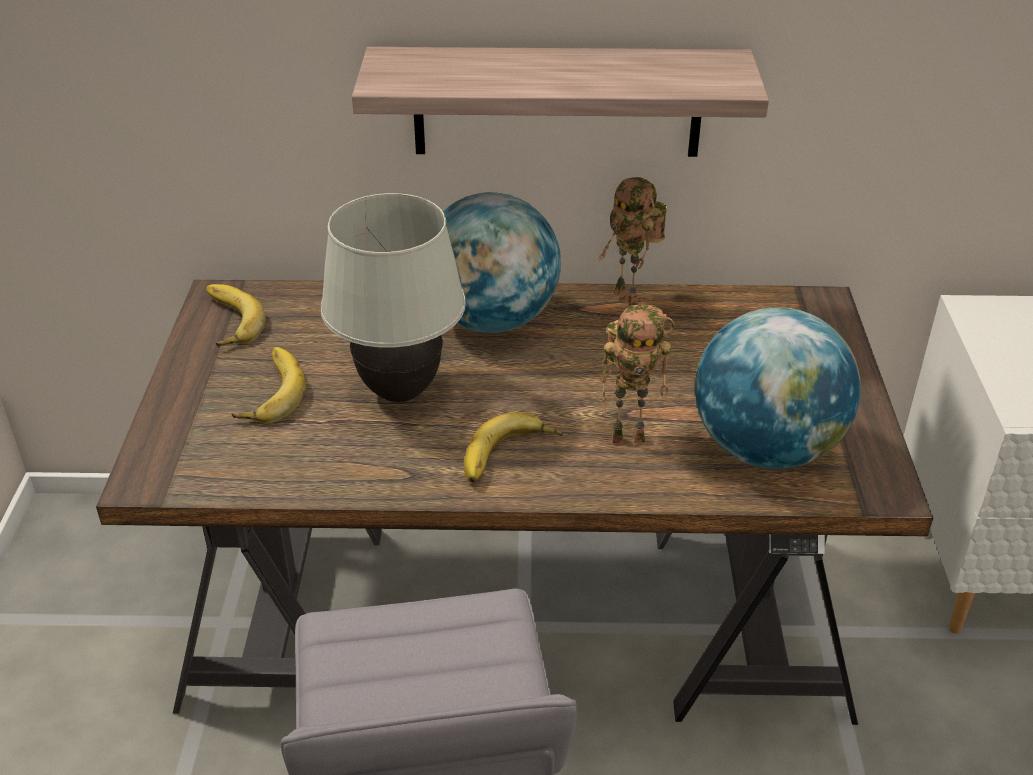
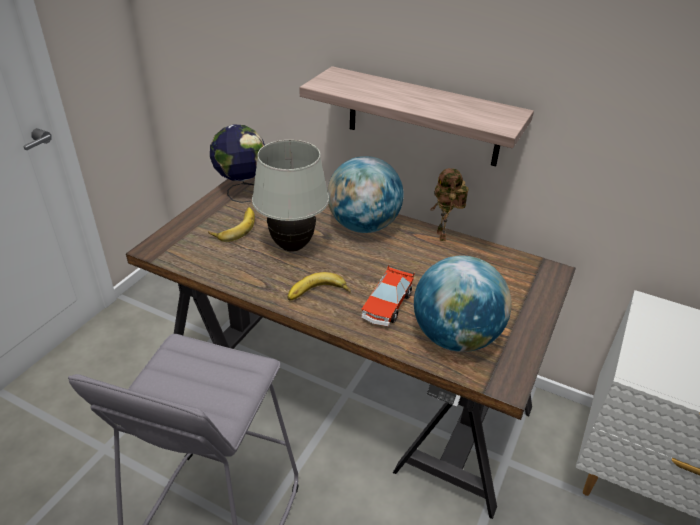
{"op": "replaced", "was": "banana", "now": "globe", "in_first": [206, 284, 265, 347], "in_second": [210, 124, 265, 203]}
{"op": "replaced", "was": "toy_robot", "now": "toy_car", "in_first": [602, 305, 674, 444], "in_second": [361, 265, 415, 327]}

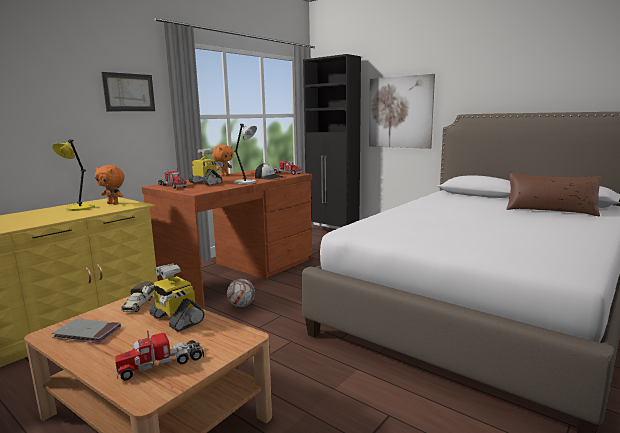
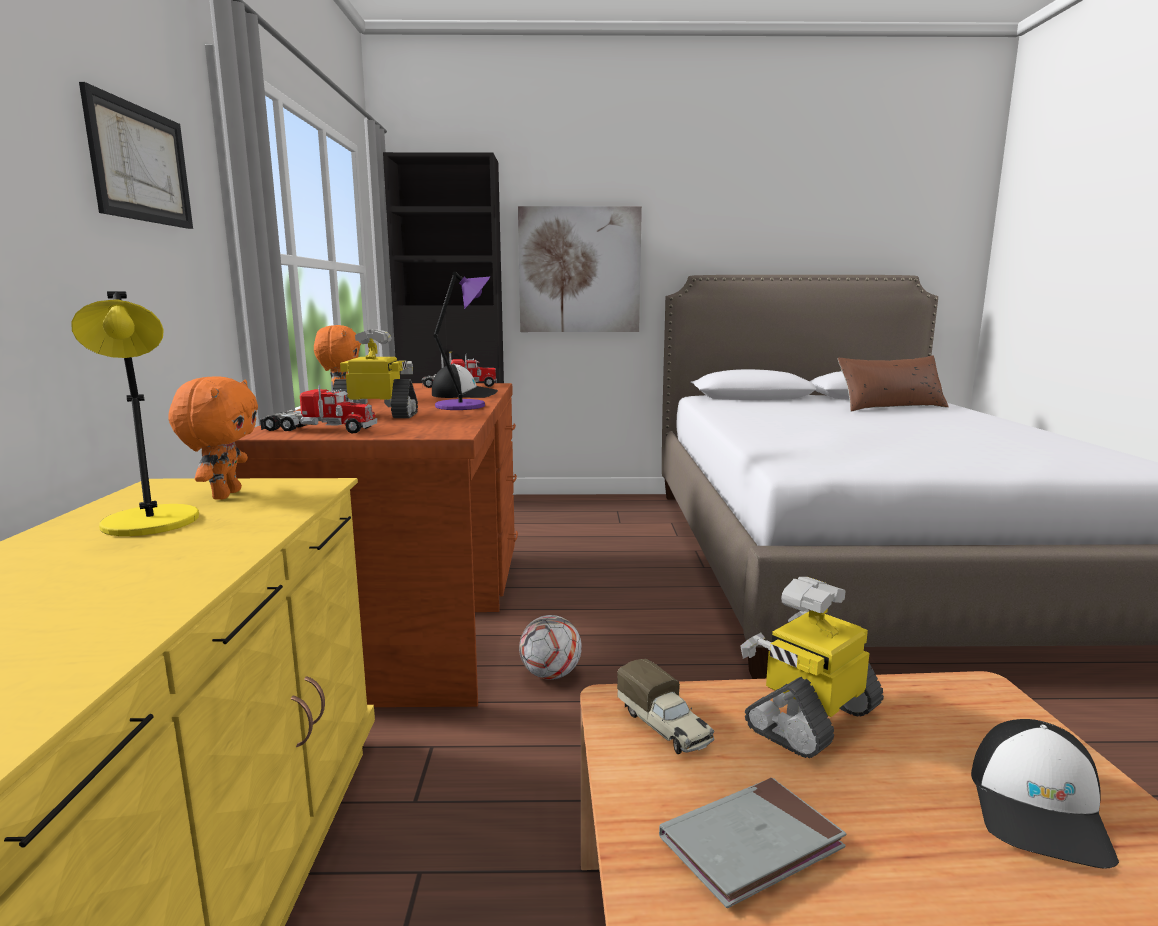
{"op": "replaced", "was": "toy_truck", "now": "cap", "in_first": [115, 330, 204, 380], "in_second": [971, 719, 1119, 868]}
{"op": "recoloured", "was": "grey_table_lamp", "now": "purple_table_lamp", "in_first": [234, 124, 257, 184], "in_second": [434, 272, 490, 410]}
{"op": "turned", "was": "orange_plush_toy", "in_first": [95, 165, 125, 205], "in_second": [168, 376, 258, 500], "clockwise": -75}
{"op": "turned", "was": "toy_robot", "in_first": [142, 263, 204, 331], "in_second": [740, 577, 884, 758], "clockwise": 135}

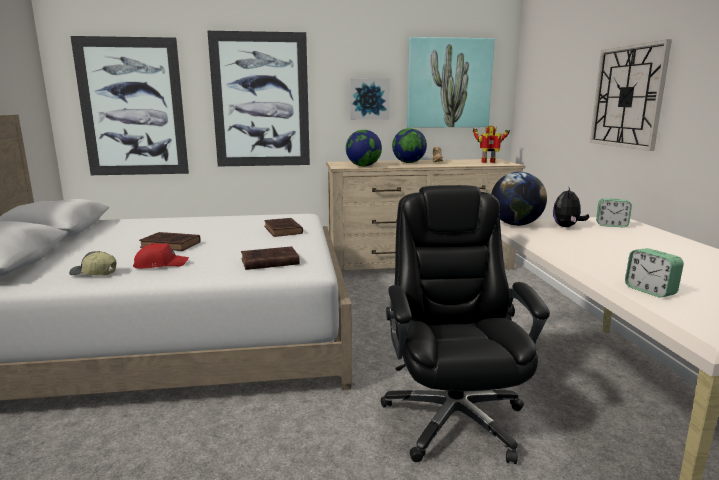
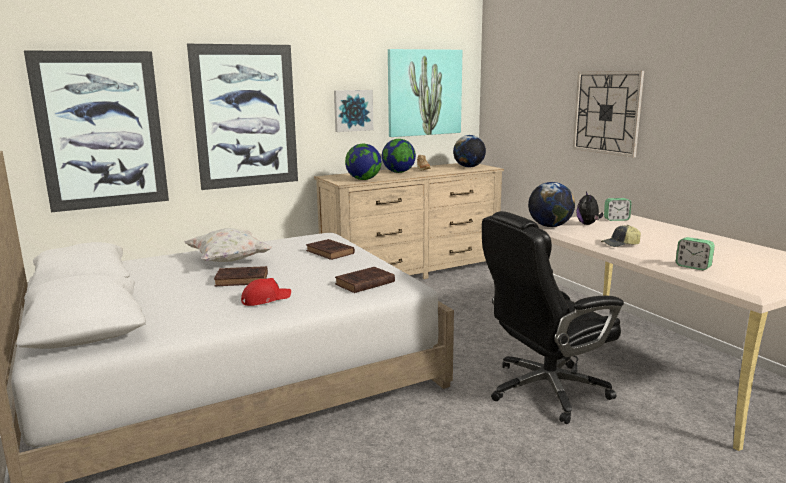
{"op": "added", "now": "white_pillow", "in_second": [184, 228, 272, 262]}
{"op": "moved", "was": "cap", "in_first": [69, 251, 117, 275], "in_second": [601, 225, 641, 247]}
{"op": "replaced", "was": "toy_robot", "now": "globe", "in_first": [473, 126, 510, 163], "in_second": [453, 135, 486, 168]}
{"op": "turned", "was": "black_office_chair", "in_first": [381, 185, 550, 464], "in_second": [482, 211, 624, 424], "clockwise": -90}

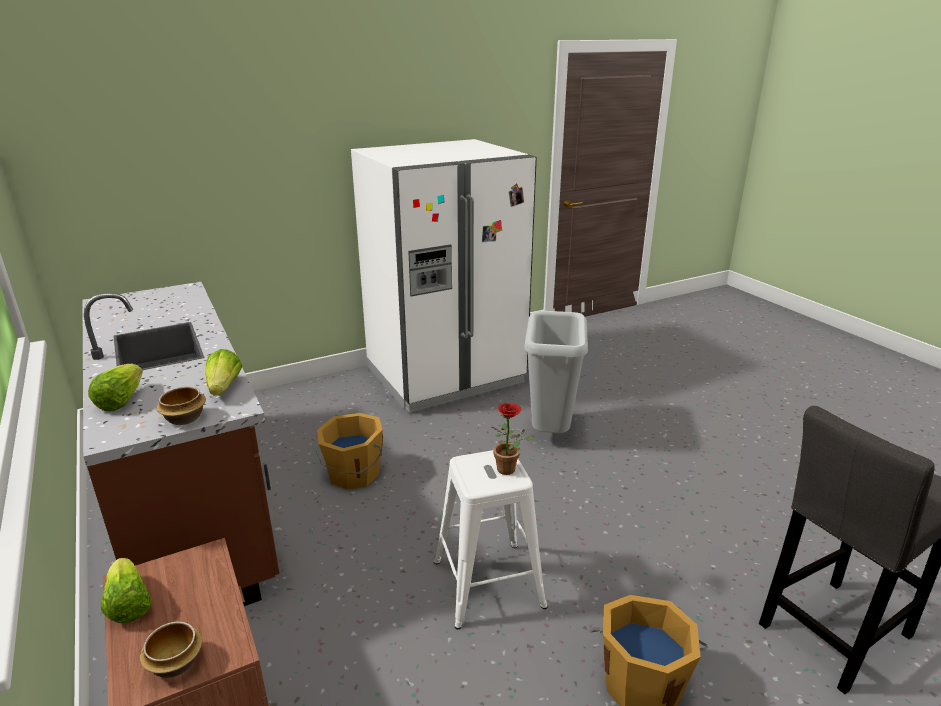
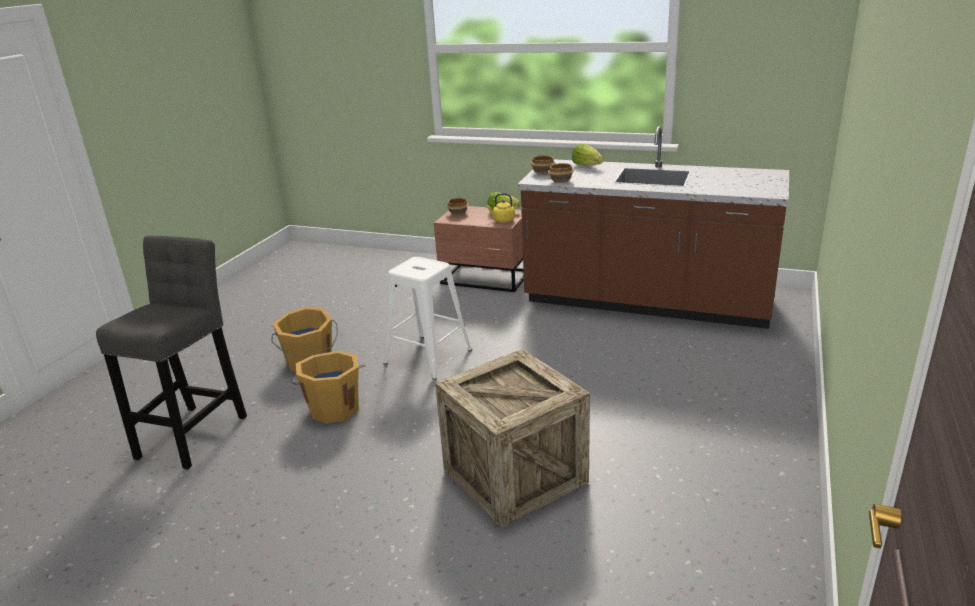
{"op": "removed", "was": "white_fridge", "in_first": [351, 139, 537, 413]}
{"op": "removed", "was": "potted_plant", "in_first": [492, 403, 535, 475]}
{"op": "added", "now": "yellow_kettle", "in_second": [487, 194, 515, 222]}
{"op": "moved", "was": "orange_bucket", "in_first": [315, 413, 383, 490], "in_second": [291, 350, 366, 424]}
{"op": "replaced", "was": "lettuce", "now": "bowl", "in_first": [206, 349, 242, 396], "in_second": [548, 163, 574, 183]}
{"op": "replaced", "was": "grey_trash_can", "now": "crate", "in_first": [524, 311, 588, 433], "in_second": [435, 349, 590, 528]}

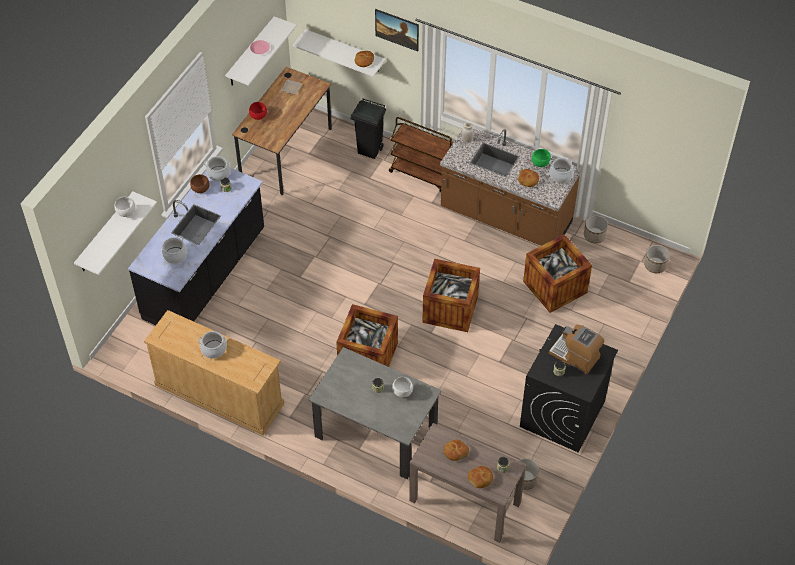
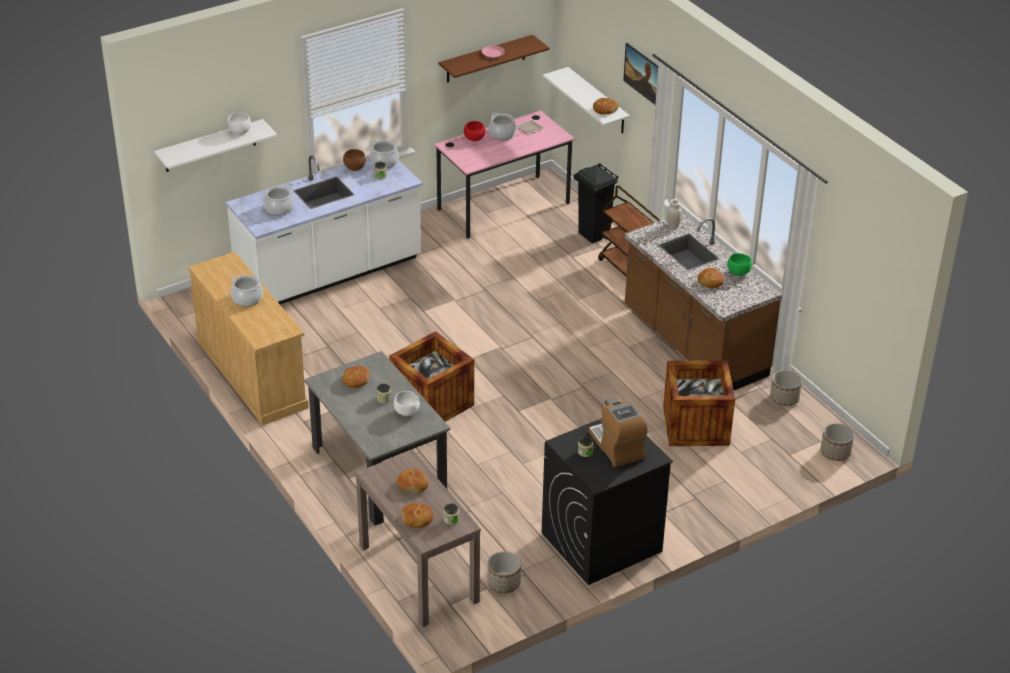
{"op": "removed", "was": "crate", "in_first": [422, 259, 480, 332]}
{"op": "added", "now": "bread", "in_second": [342, 366, 370, 388]}
{"op": "moved", "was": "cooking_pot", "in_first": [549, 158, 576, 183], "in_second": [489, 112, 516, 140]}
{"op": "recoloured", "was": "black_counter", "now": "white_counter", "in_first": [128, 168, 264, 325], "in_second": [226, 155, 423, 304]}
{"op": "recoloured", "was": "white_shelf", "now": "brown_shelf", "in_first": [225, 16, 297, 86], "in_second": [439, 35, 549, 83]}
{"op": "recoloured", "was": "brown_desk", "now": "pink_desk", "in_first": [232, 67, 332, 195], "in_second": [434, 110, 575, 239]}

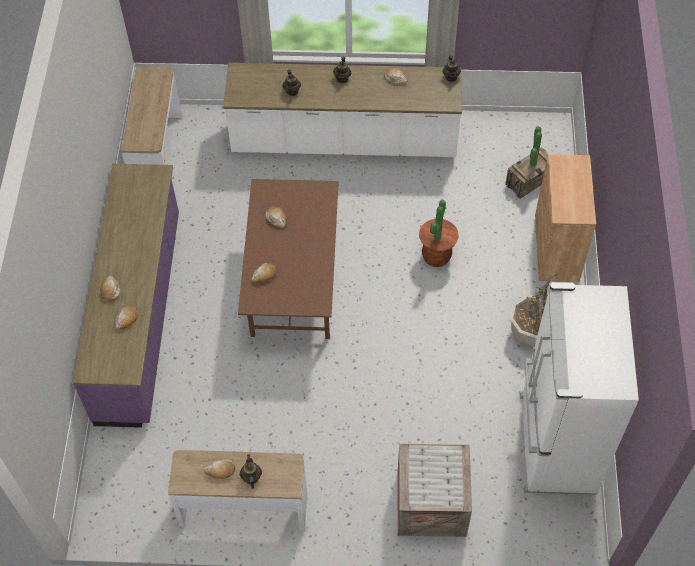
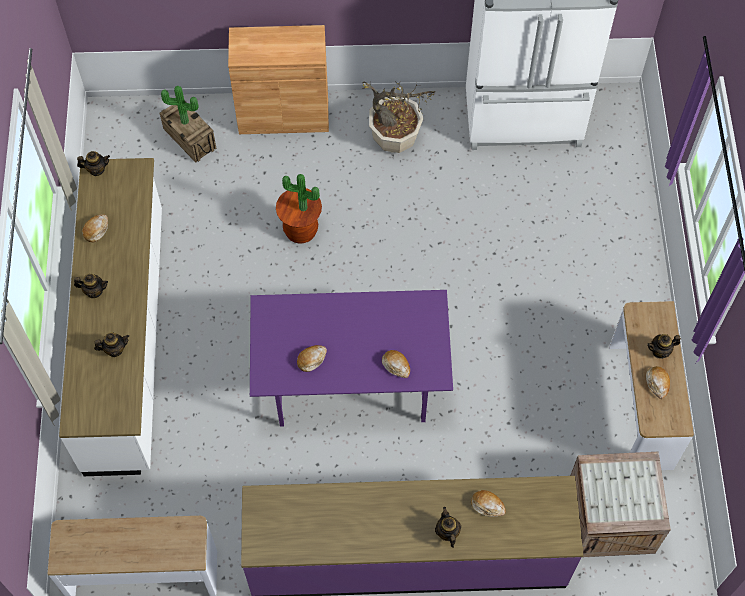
{"op": "moved", "was": "crate", "in_first": [398, 444, 472, 537], "in_second": [570, 452, 671, 557]}
{"op": "replaced", "was": "bread", "now": "teapot", "in_first": [100, 276, 120, 301], "in_second": [435, 507, 461, 548]}
{"op": "recoloured", "was": "brown_dining_table", "now": "purple_dining_table", "in_first": [238, 179, 339, 339], "in_second": [250, 290, 453, 427]}

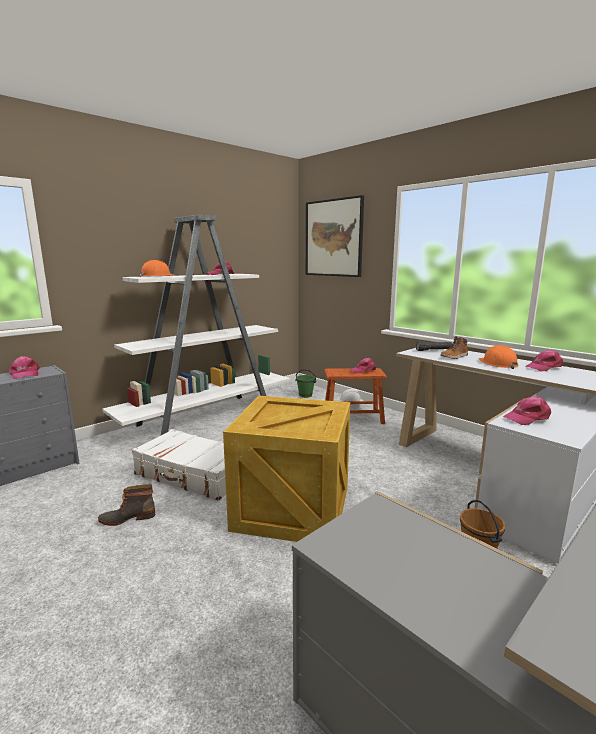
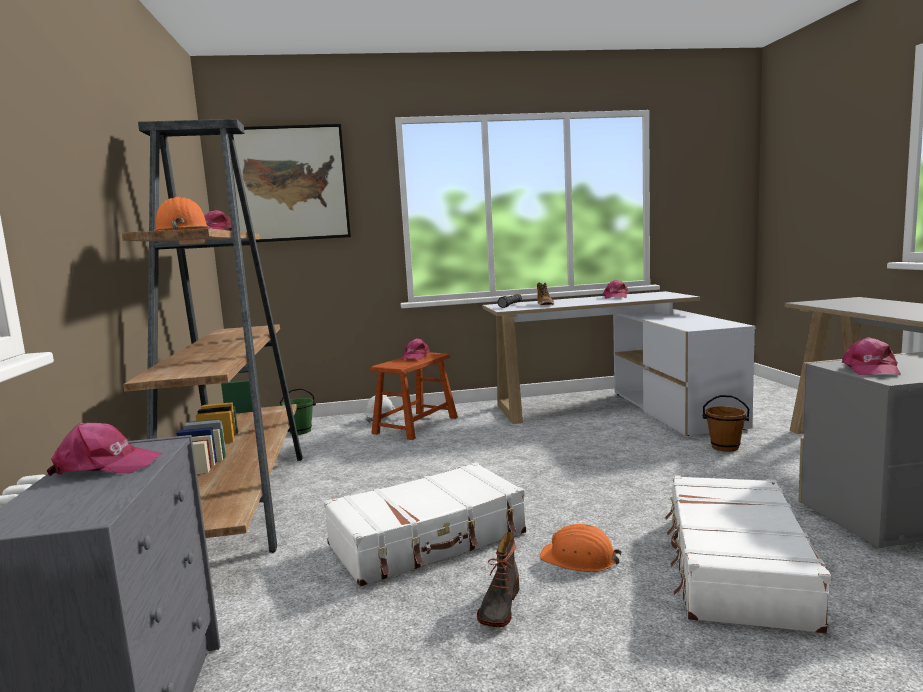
{"op": "removed", "was": "crate", "in_first": [223, 396, 350, 542]}
{"op": "added", "now": "white_suitcase", "in_second": [665, 475, 831, 634]}
{"op": "moved", "was": "orange_hard_hat", "in_first": [479, 345, 519, 369], "in_second": [540, 524, 621, 572]}
{"op": "moved", "was": "pink_cap", "in_first": [503, 396, 551, 425], "in_second": [841, 337, 901, 376]}
{"op": "recoloured", "was": "white_bookcase", "now": "brown_bookcase", "in_first": [102, 214, 290, 435], "in_second": [121, 119, 303, 553]}

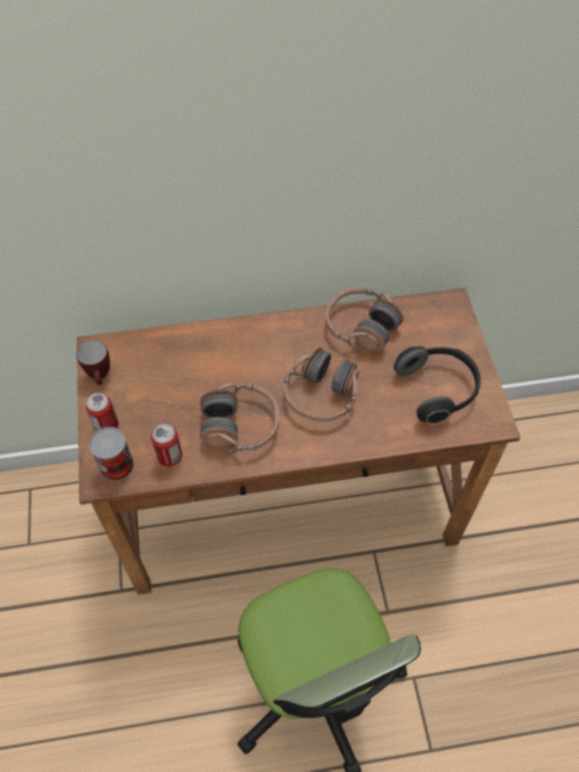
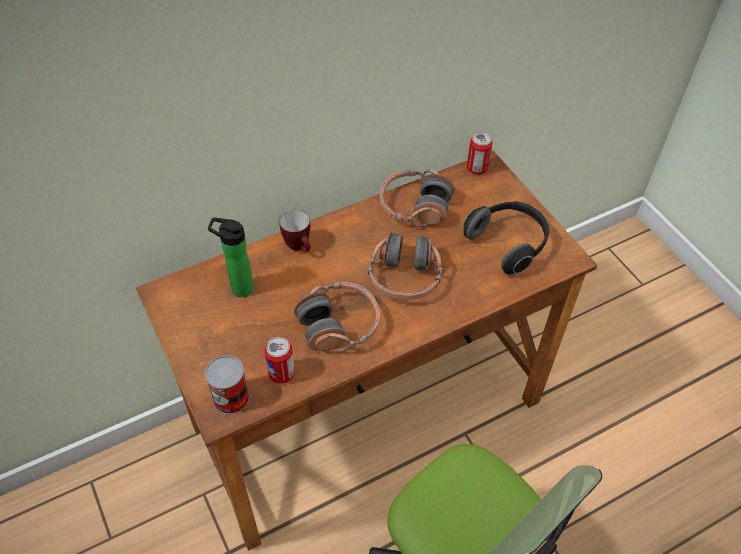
{"op": "added", "now": "bottle", "in_second": [208, 217, 253, 297]}
{"op": "moved", "was": "mug", "in_first": [76, 340, 110, 385], "in_second": [279, 210, 311, 252]}
{"op": "moved", "was": "can", "in_first": [85, 393, 119, 431], "in_second": [467, 132, 493, 175]}

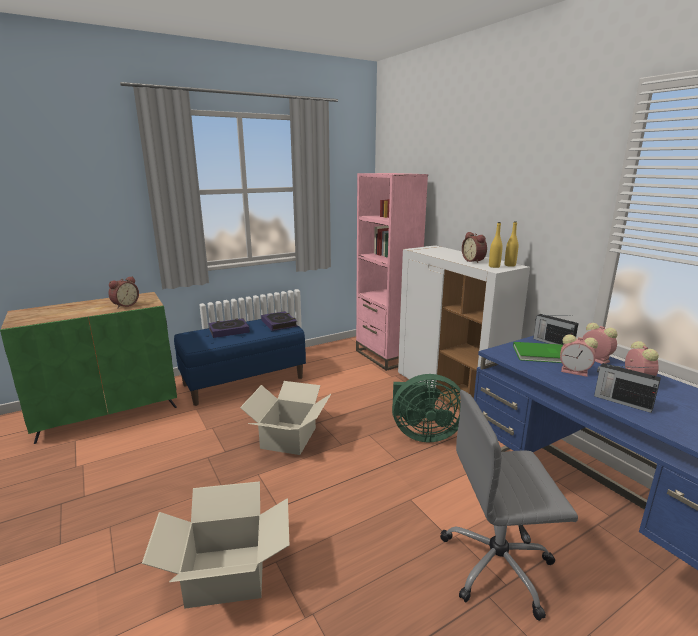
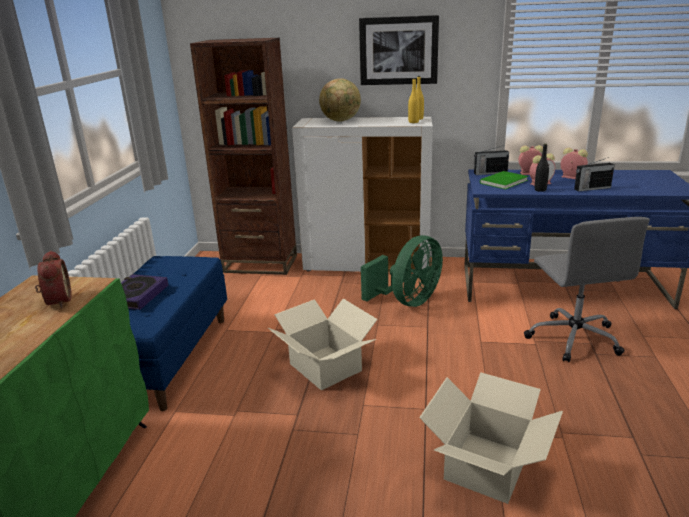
{"op": "removed", "was": "book", "in_first": [261, 311, 297, 331]}
{"op": "removed", "was": "alarm_clock", "in_first": [462, 232, 487, 263]}
{"op": "added", "now": "globe", "in_second": [319, 78, 361, 122]}
{"op": "added", "now": "picture", "in_second": [359, 15, 439, 85]}
{"op": "added", "now": "black_bottle", "in_second": [535, 144, 549, 192]}
{"op": "recoloured", "was": "pink_bookcase", "now": "brown_bookcase", "in_first": [356, 173, 428, 371], "in_second": [190, 38, 297, 275]}
{"op": "turned", "was": "grey_office_chair", "in_first": [440, 390, 578, 621], "in_second": [524, 217, 650, 362], "clockwise": -45}

